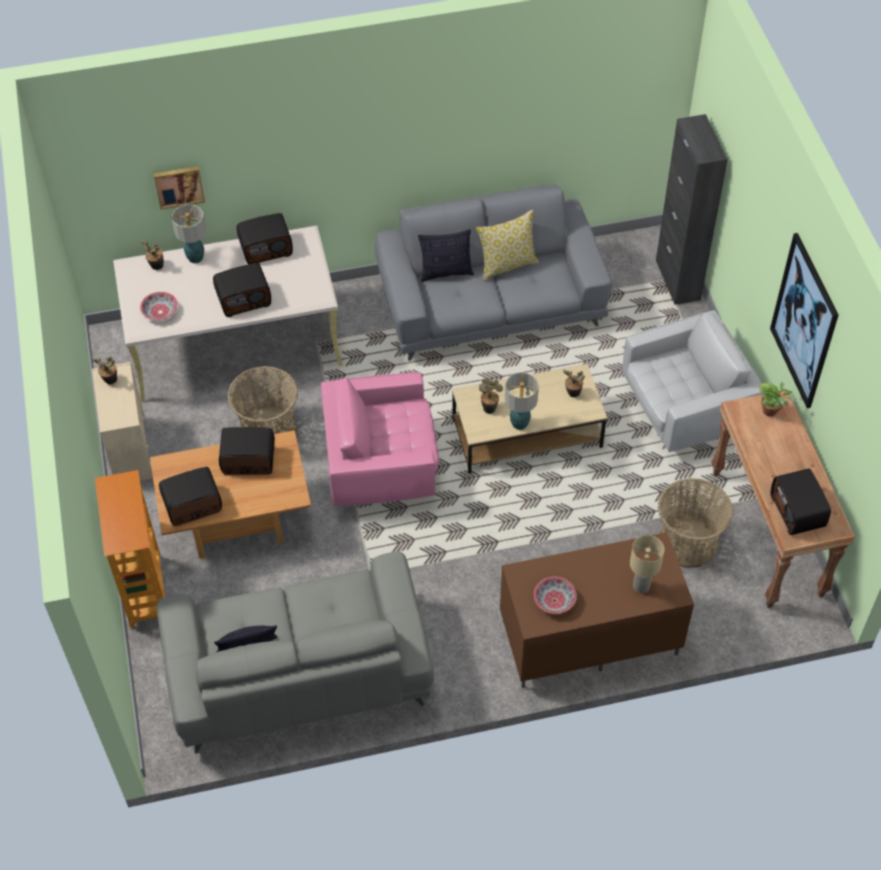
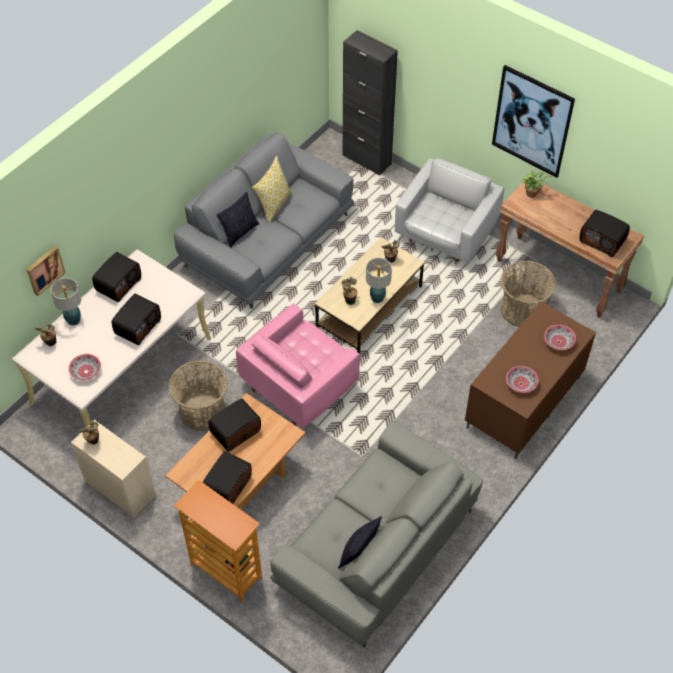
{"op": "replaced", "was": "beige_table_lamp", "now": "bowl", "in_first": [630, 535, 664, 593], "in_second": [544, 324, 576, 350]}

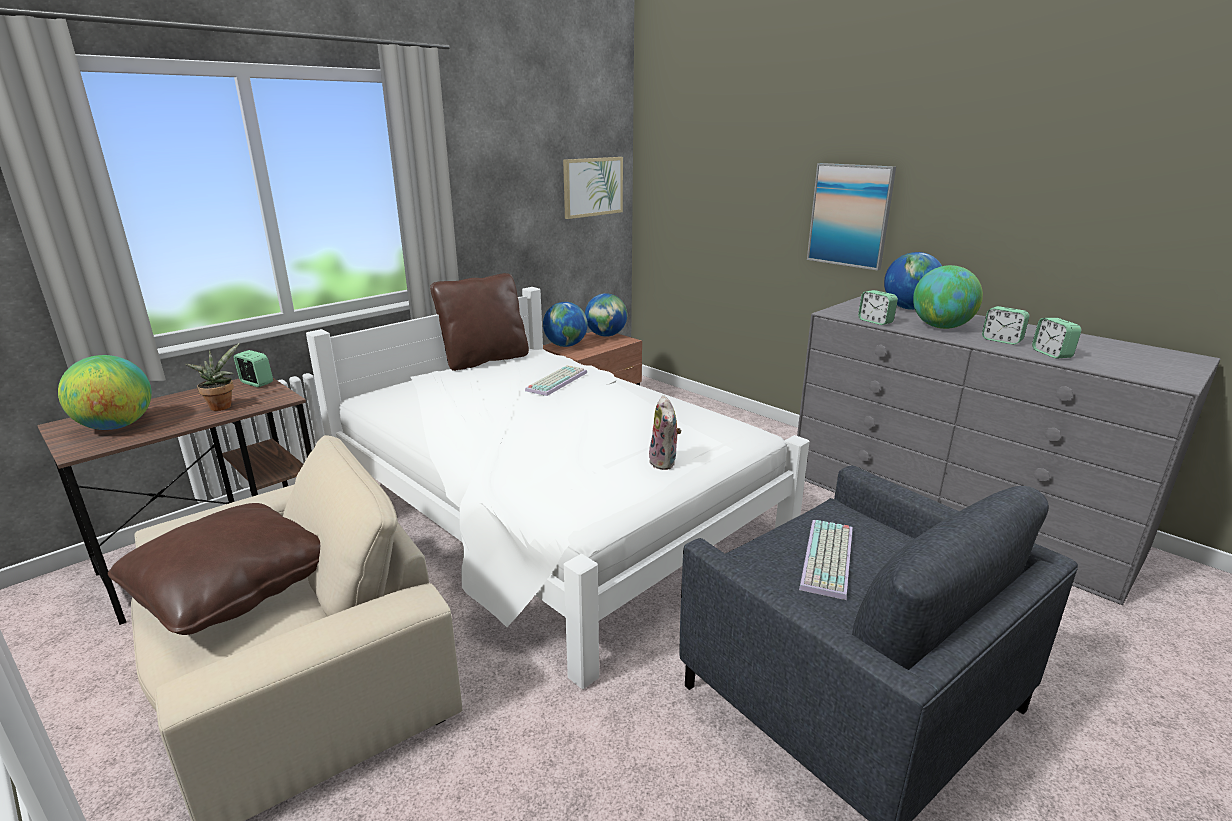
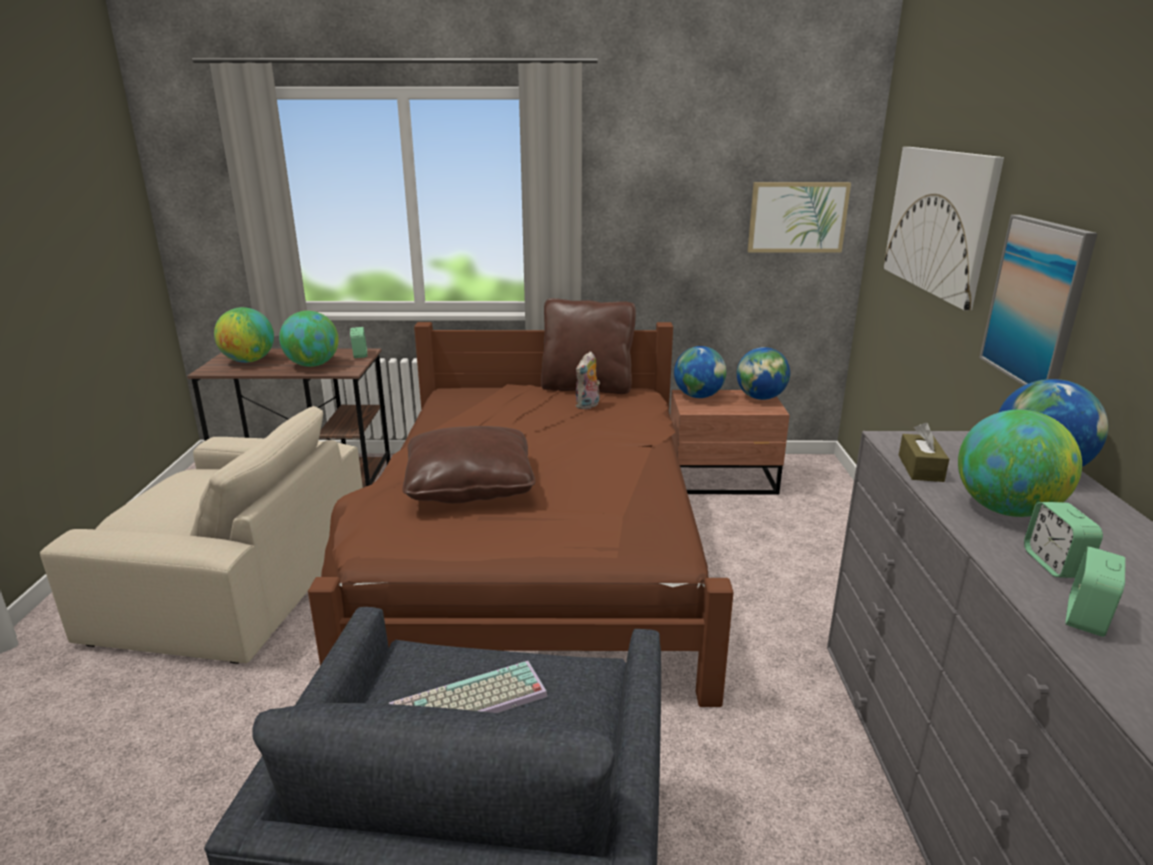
{"op": "removed", "was": "keyboard", "in_first": [525, 365, 587, 396]}
{"op": "added", "now": "picture", "in_second": [883, 147, 1004, 310]}
{"op": "moved", "was": "brown_pillow", "in_first": [108, 503, 320, 635], "in_second": [402, 426, 535, 503]}
{"op": "moved", "was": "plush_toy", "in_first": [649, 395, 682, 470], "in_second": [575, 351, 600, 409]}
{"op": "replaced", "was": "potted_plant", "now": "globe", "in_first": [185, 343, 240, 411], "in_second": [279, 311, 338, 367]}
{"op": "replaced", "was": "alarm_clock", "now": "brown_tissue_box", "in_first": [858, 290, 898, 325], "in_second": [899, 423, 949, 482]}
{"op": "recoloured", "was": "white_bed", "now": "brown_bed", "in_first": [306, 287, 810, 689], "in_second": [308, 322, 734, 707]}

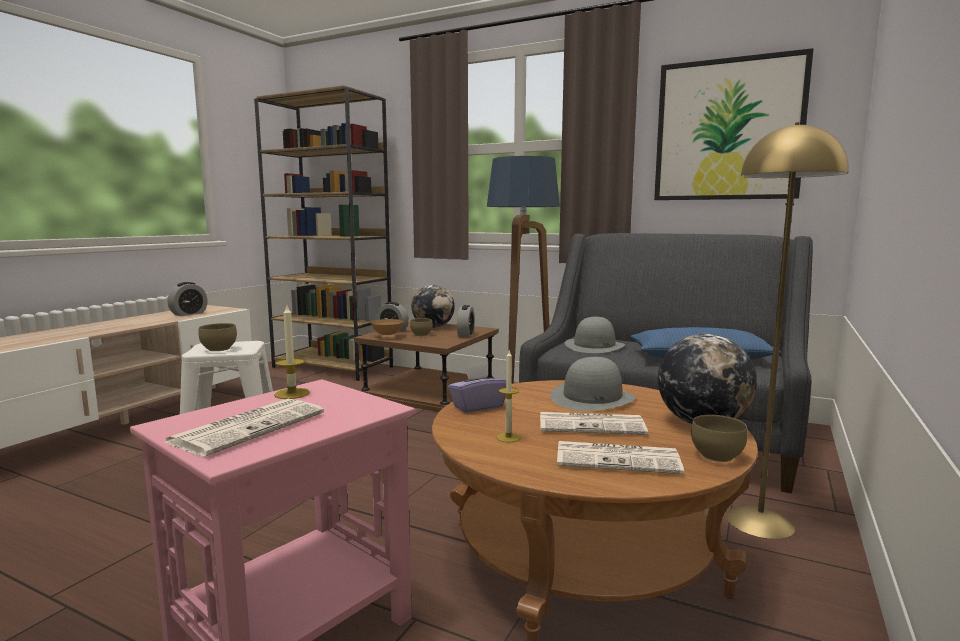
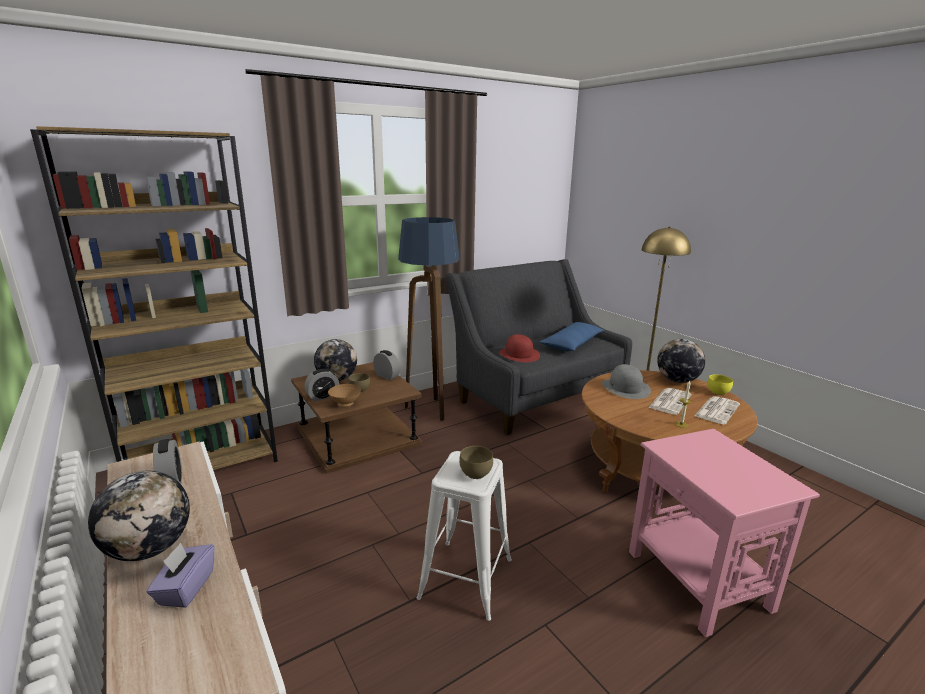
{"op": "removed", "was": "newspaper", "in_first": [165, 399, 324, 456]}
{"op": "removed", "was": "candle", "in_first": [274, 306, 310, 399]}
{"op": "removed", "was": "picture", "in_first": [654, 48, 814, 200]}
{"op": "added", "now": "globe", "in_second": [88, 471, 190, 561]}
{"op": "moved", "was": "purple_tissue_box", "in_first": [448, 364, 506, 413], "in_second": [147, 543, 214, 608]}
{"op": "recoloured", "was": "grey_hat", "now": "red_hat", "in_first": [565, 317, 625, 353], "in_second": [499, 334, 540, 362]}
{"op": "recoloured", "was": "brown_bowl", "now": "yellow_bowl", "in_first": [691, 415, 748, 462], "in_second": [708, 374, 733, 395]}

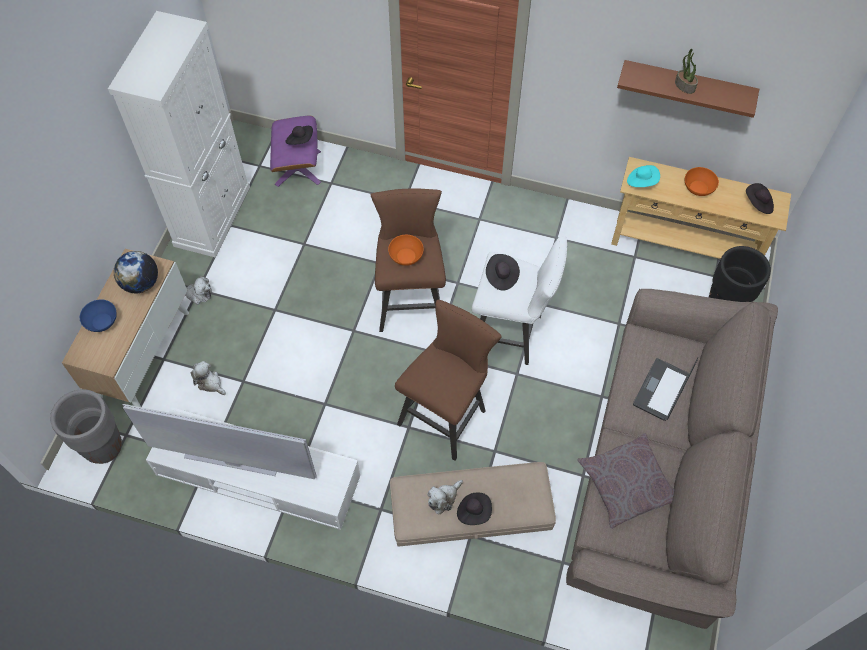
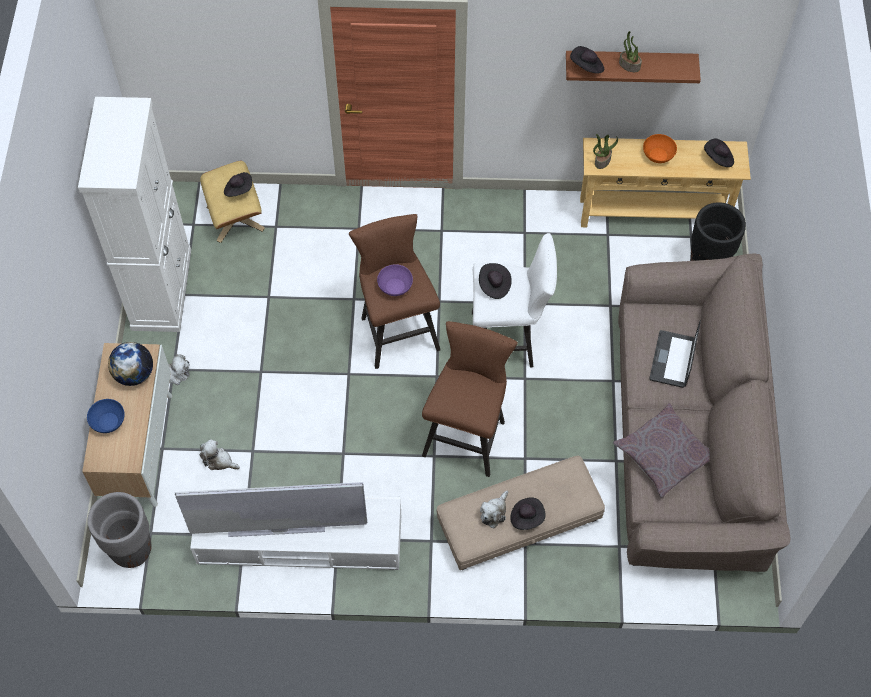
{"op": "added", "now": "black_hat", "in_second": [570, 46, 604, 74]}
{"op": "replaced", "was": "turquoise_hat", "now": "potted_plant", "in_first": [627, 165, 660, 187], "in_second": [593, 134, 618, 169]}
{"op": "recoloured", "was": "purple_ottoman", "now": "beige_ottoman", "in_first": [270, 116, 321, 187], "in_second": [200, 161, 265, 243]}
{"op": "recoloured", "was": "orange_bowl", "now": "purple_bowl", "in_first": [388, 235, 424, 266], "in_second": [377, 264, 413, 296]}

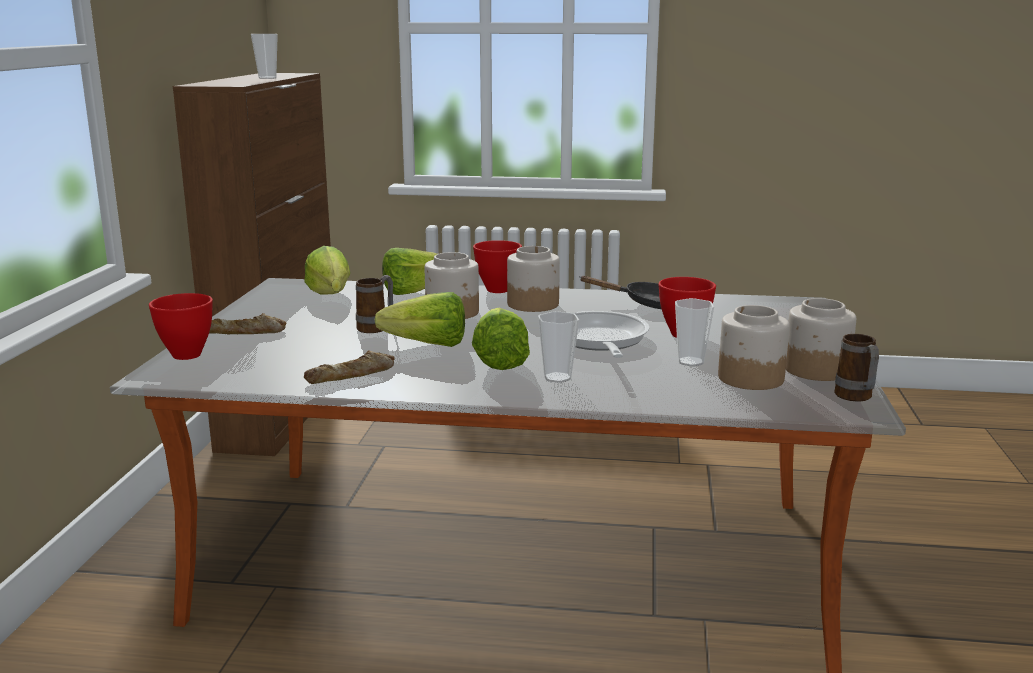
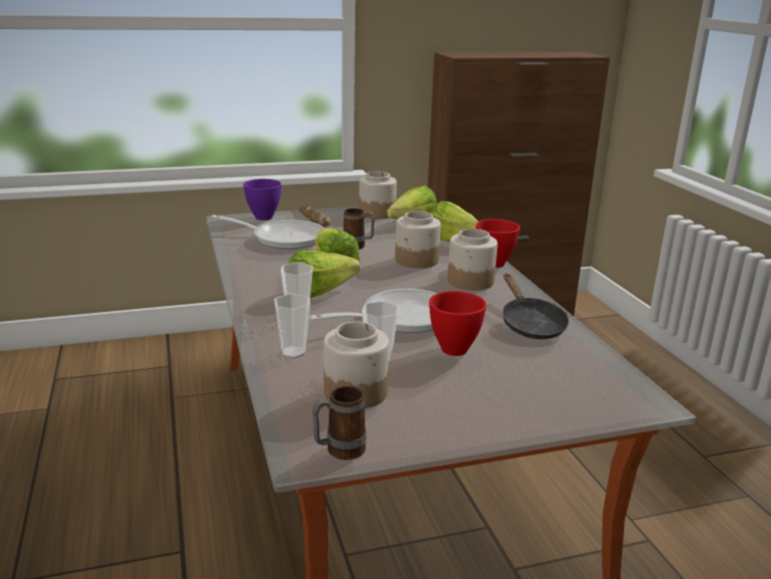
{"op": "removed", "was": "bread", "in_first": [304, 350, 395, 384]}
{"op": "added", "now": "frying_pan", "in_second": [211, 215, 324, 249]}
{"op": "moved", "was": "cup", "in_first": [251, 34, 278, 79], "in_second": [274, 293, 310, 359]}
{"op": "moved", "was": "jar", "in_first": [786, 298, 856, 381], "in_second": [359, 171, 397, 219]}
{"op": "recoloured", "was": "red_bowl", "now": "purple_bowl", "in_first": [149, 293, 213, 360], "in_second": [243, 179, 282, 220]}

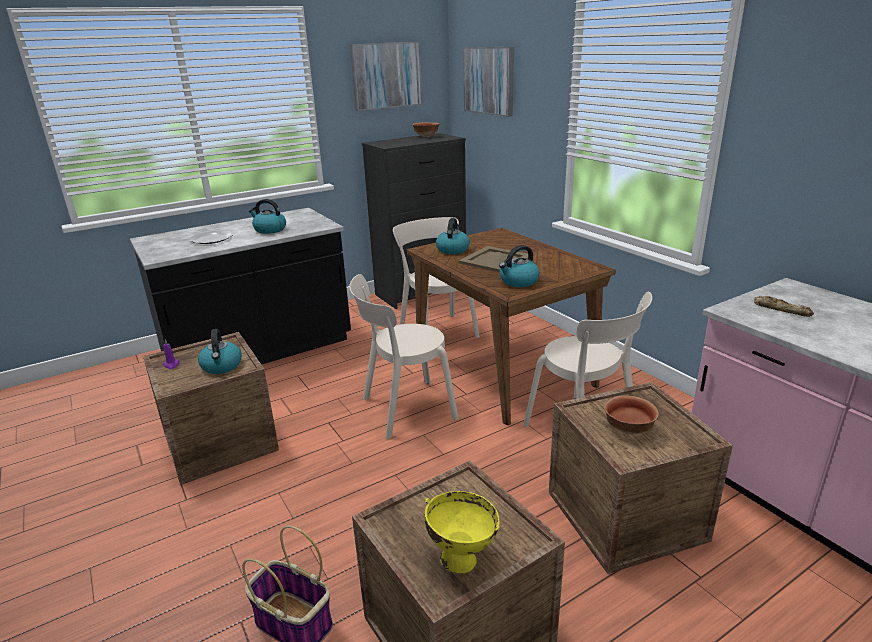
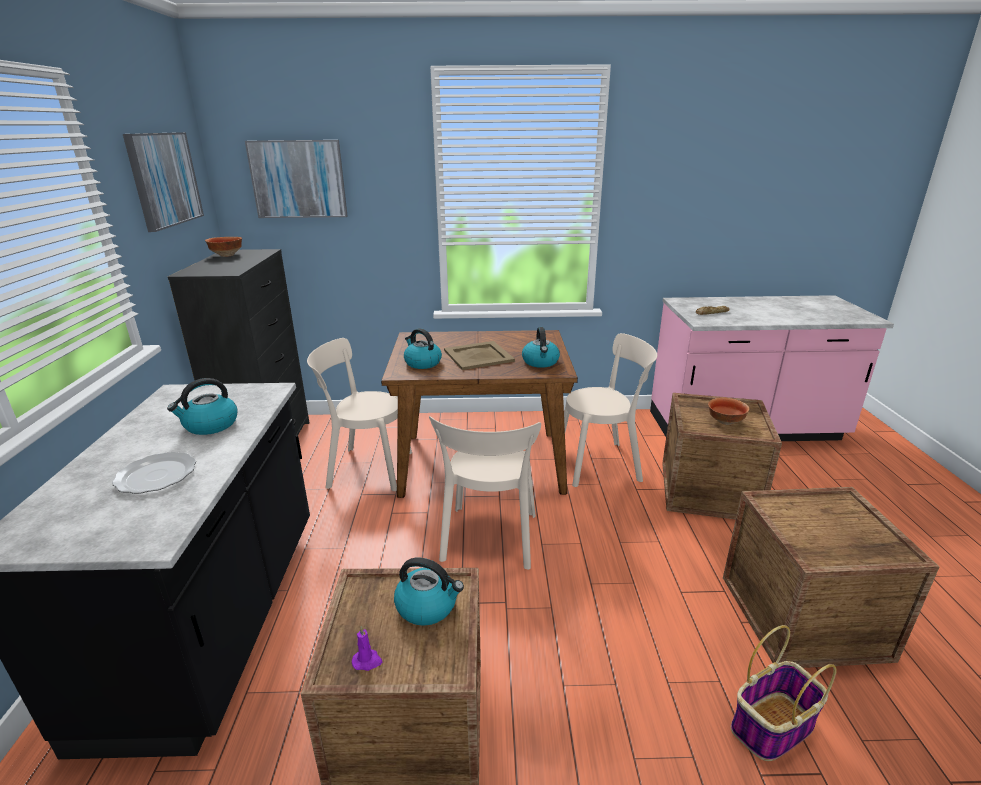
{"op": "removed", "was": "yellow_bowl", "in_first": [425, 491, 500, 574]}

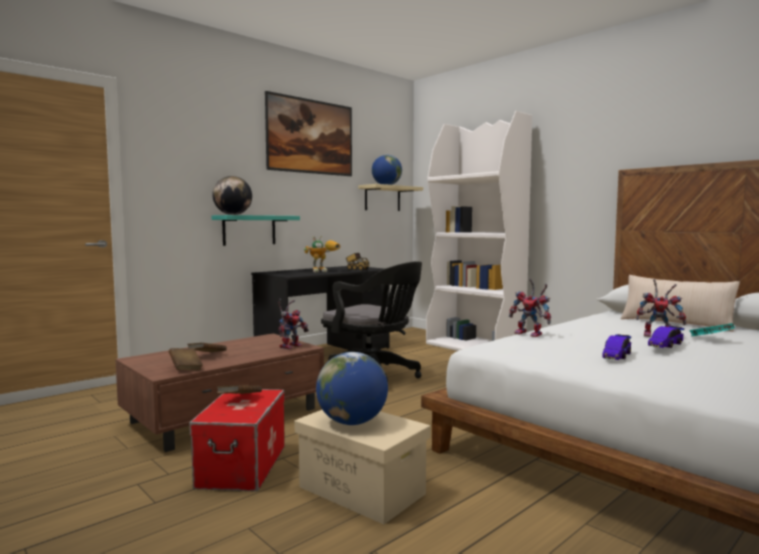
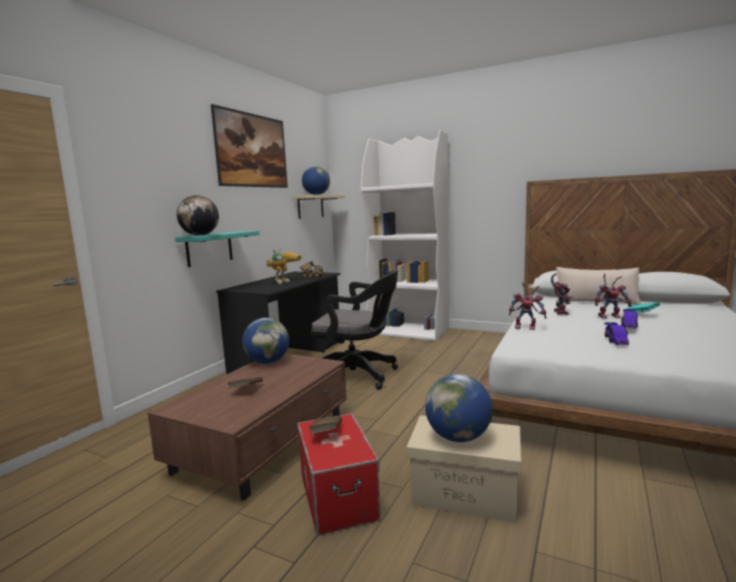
{"op": "removed", "was": "brown_book", "in_first": [169, 348, 203, 371]}
{"op": "added", "now": "globe", "in_second": [242, 318, 289, 364]}
{"op": "moved", "was": "toy_robot", "in_first": [278, 299, 309, 350], "in_second": [551, 273, 572, 315]}

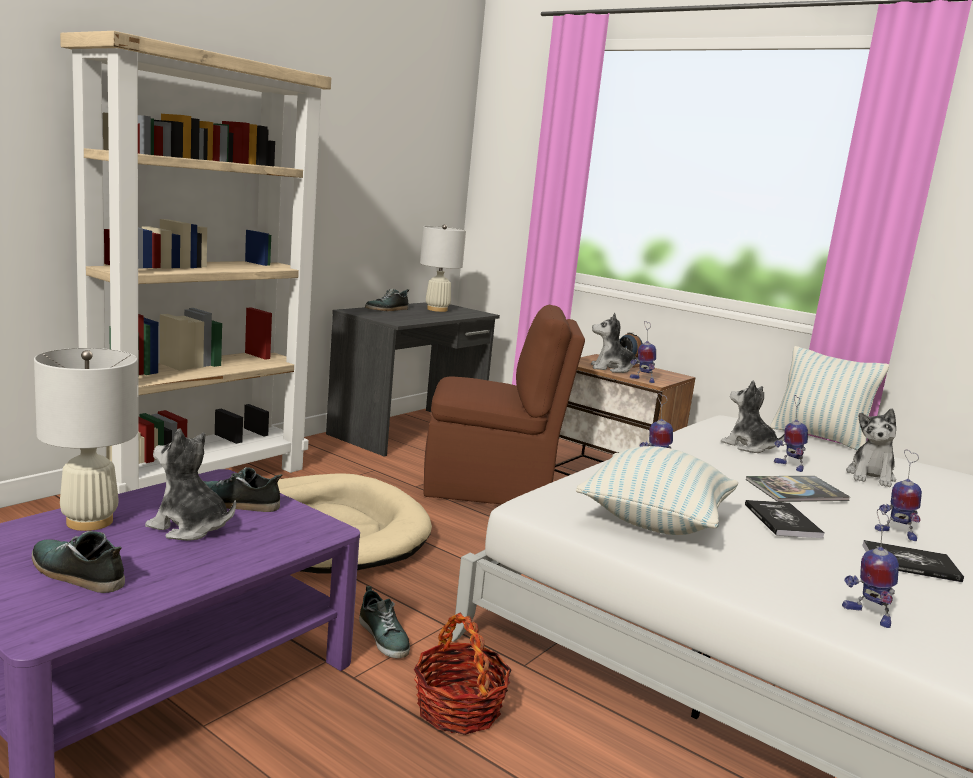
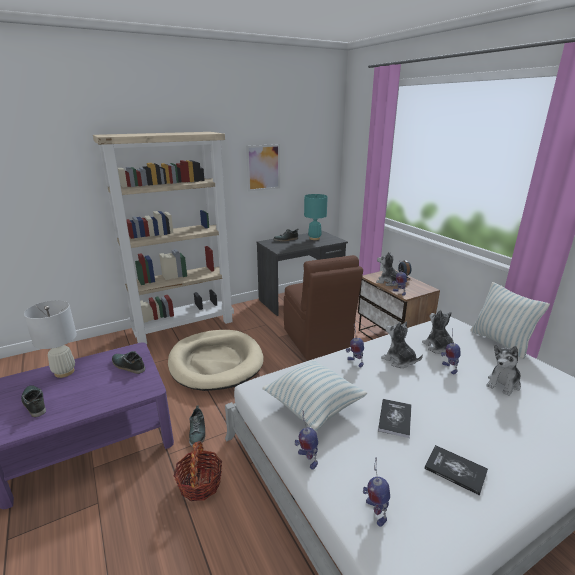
{"op": "removed", "was": "book", "in_first": [746, 476, 850, 502]}
{"op": "added", "now": "picture", "in_second": [246, 144, 280, 192]}
{"op": "moved", "was": "plush_toy", "in_first": [145, 428, 236, 541], "in_second": [381, 321, 423, 368]}
{"op": "moved", "was": "toy_robot", "in_first": [875, 449, 922, 541], "in_second": [295, 411, 318, 470]}
{"op": "recoloured", "was": "white_table_lamp", "now": "turquoise_table_lamp", "in_first": [420, 225, 466, 312], "in_second": [304, 194, 328, 240]}
{"op": "turned", "was": "brown_chair", "in_first": [424, 305, 585, 504], "in_second": [284, 255, 363, 360], "clockwise": 45}

